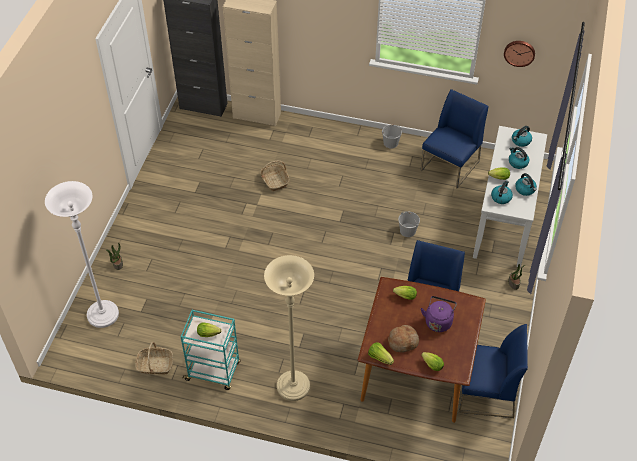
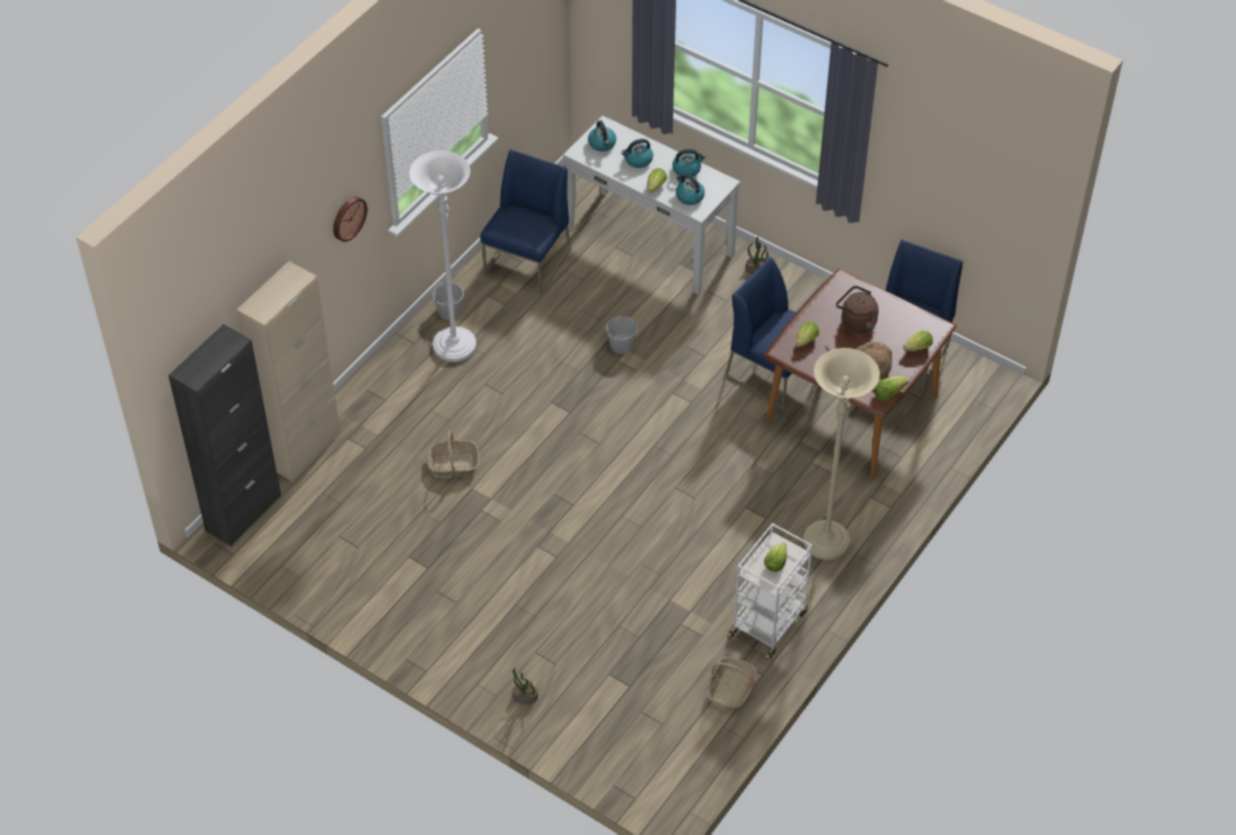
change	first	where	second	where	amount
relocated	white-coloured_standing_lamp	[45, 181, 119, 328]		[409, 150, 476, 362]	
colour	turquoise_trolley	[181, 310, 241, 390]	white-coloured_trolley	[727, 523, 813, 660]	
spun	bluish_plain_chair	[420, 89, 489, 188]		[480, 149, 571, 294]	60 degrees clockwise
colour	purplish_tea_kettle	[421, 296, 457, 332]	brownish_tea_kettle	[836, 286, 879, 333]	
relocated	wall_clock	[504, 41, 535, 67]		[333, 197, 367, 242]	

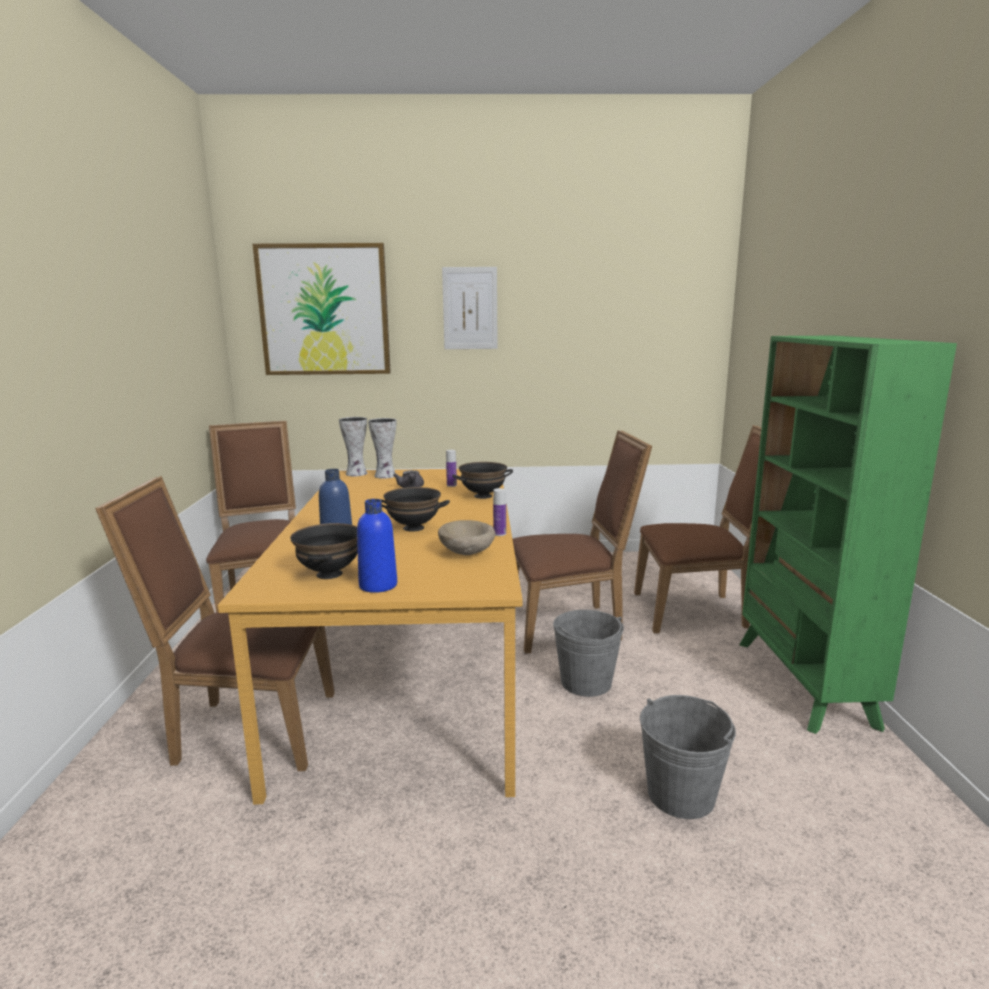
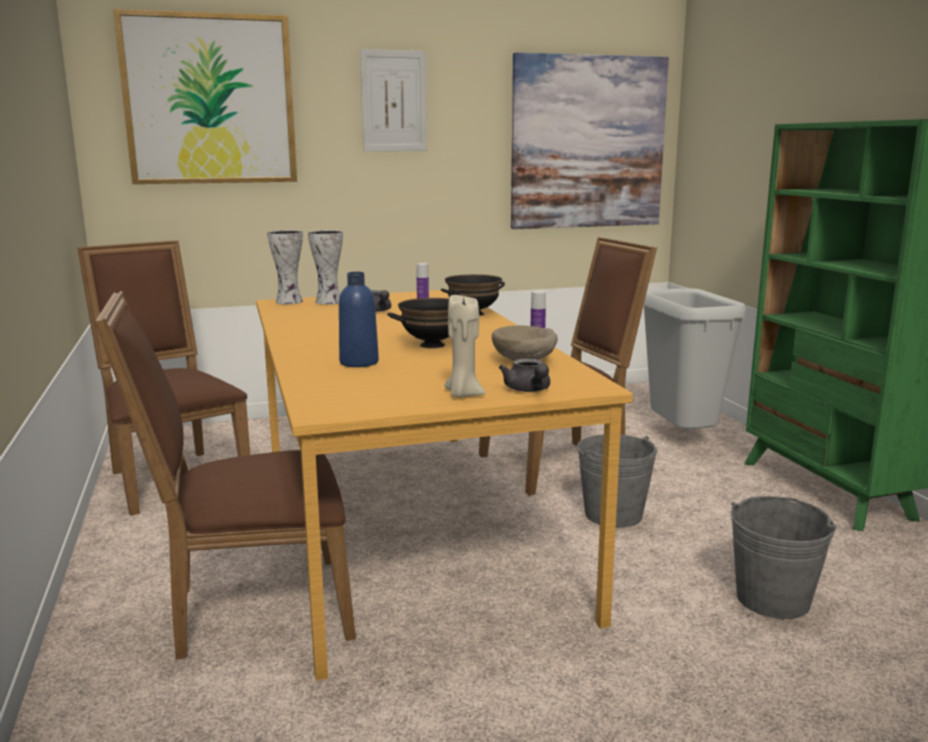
change	first	where	second	where	amount
missing	blackish_bowl	[290, 523, 358, 579]			
exchanged	bluish_drink_bottle	[357, 499, 397, 593]	sand-coloured_wax_light	[444, 295, 486, 398]	
exchanged	brownish_plain_chair	[634, 425, 761, 633]	greyish_trash_can	[644, 288, 747, 429]	
appeared			greyish_tea_pot	[499, 358, 550, 392]	
appeared			wall_picture	[511, 53, 669, 229]	

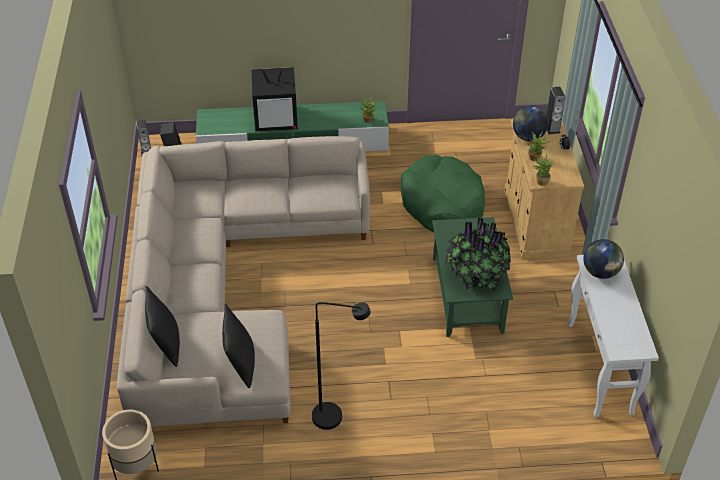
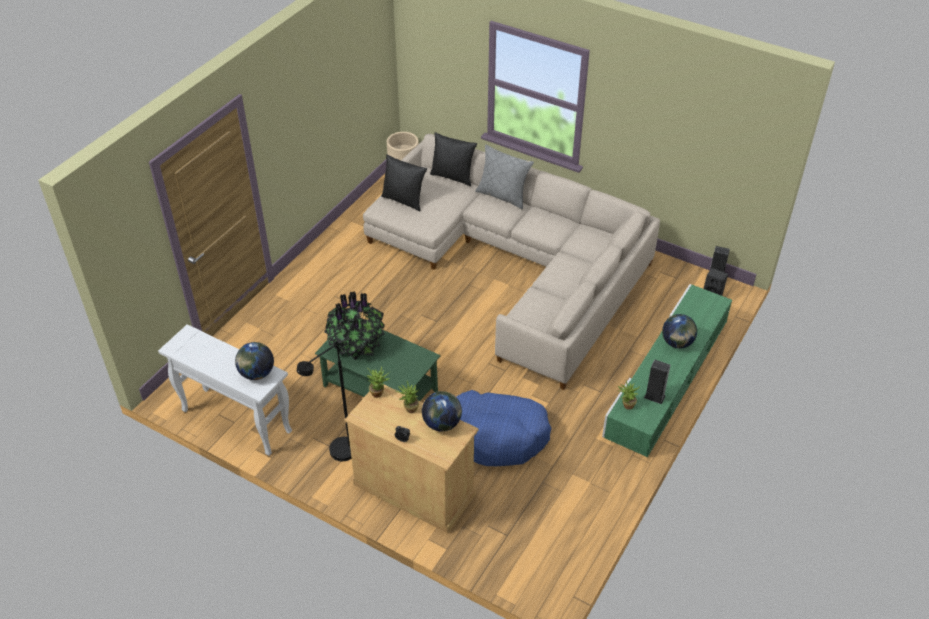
change	first	where	second	where	amount
exchanged	television	[251, 67, 298, 132]	world_globe	[662, 314, 697, 348]	
relocated	blackish_standing_lamp	[312, 302, 371, 430]		[297, 345, 352, 461]	
colour	green-coloured_dog_bed	[400, 155, 485, 233]	bluish_dog_bed	[457, 390, 551, 466]	
relocated	speaker	[546, 87, 566, 134]		[644, 360, 671, 404]	
appeared			greyish_throw_pillow	[475, 144, 534, 210]	

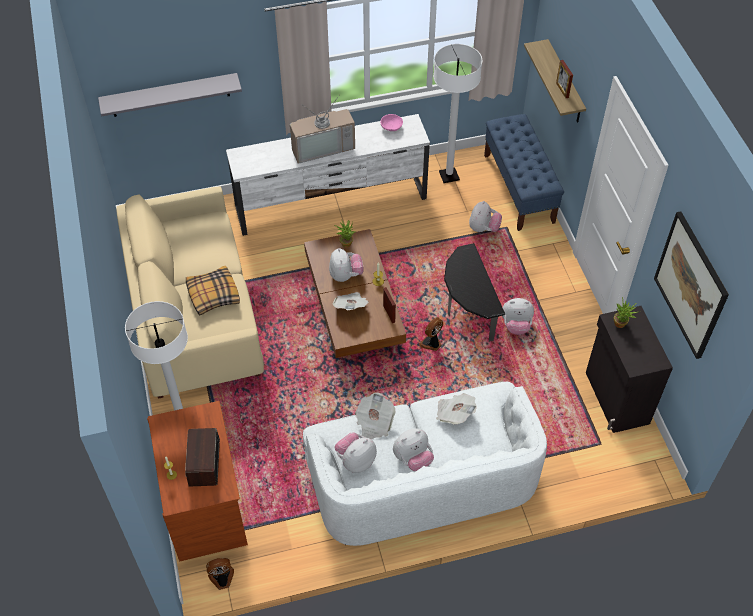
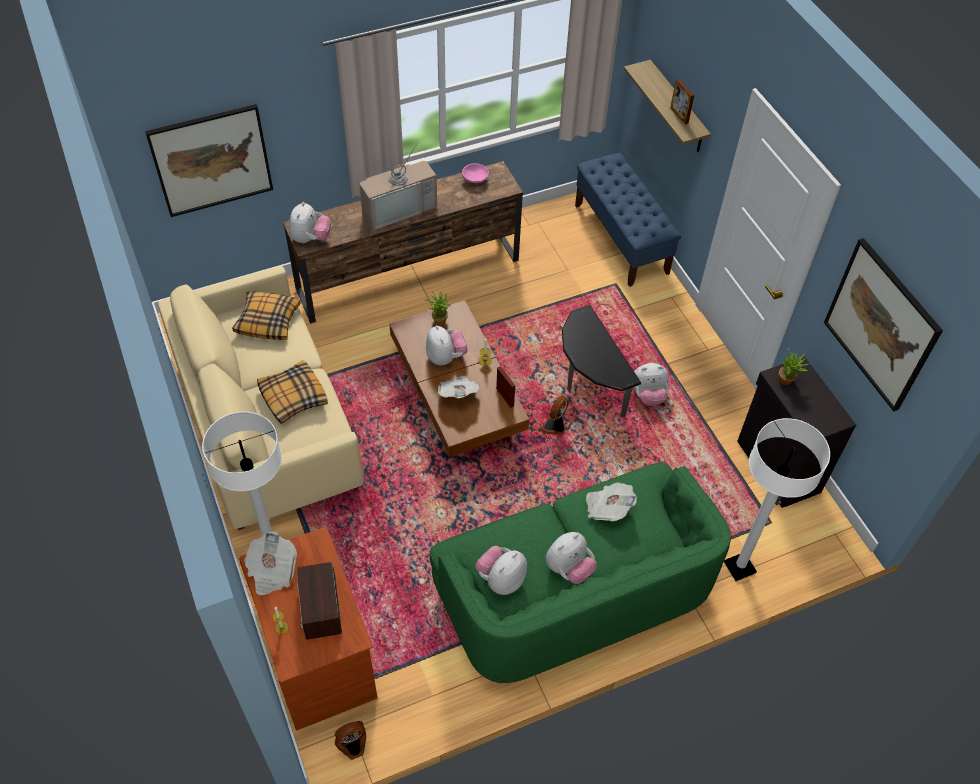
change	first	where	second	where	amount
exchanged	greyish_shelf	[98, 73, 242, 117]	wall_picture	[145, 104, 273, 217]	
colour	white-coloured_media_console	[226, 114, 430, 236]	brownish_media_console	[283, 161, 523, 323]	
colour	white-coloured_settee	[303, 382, 547, 546]	green-coloured_settee	[430, 462, 731, 683]	
relocated	printed_paper	[355, 393, 396, 439]		[244, 531, 297, 596]	
relocated	white-coloured_standing_lamp	[433, 44, 482, 183]		[724, 418, 830, 581]	
relocated	plush_toy	[469, 201, 502, 232]		[289, 202, 331, 244]	
appeared			throw_pillow	[232, 291, 301, 340]	

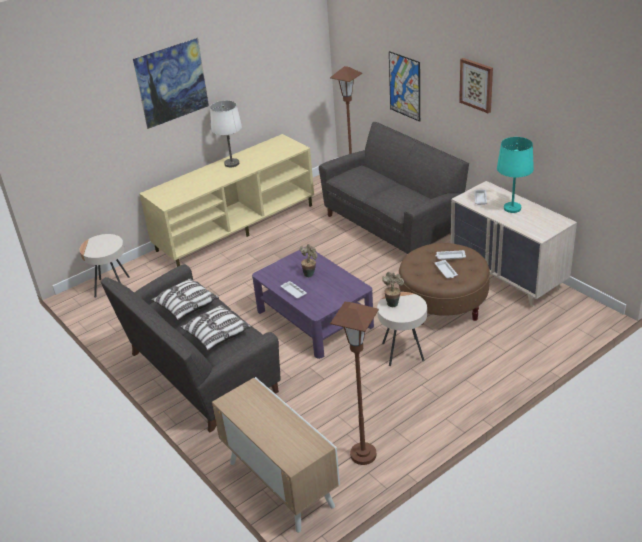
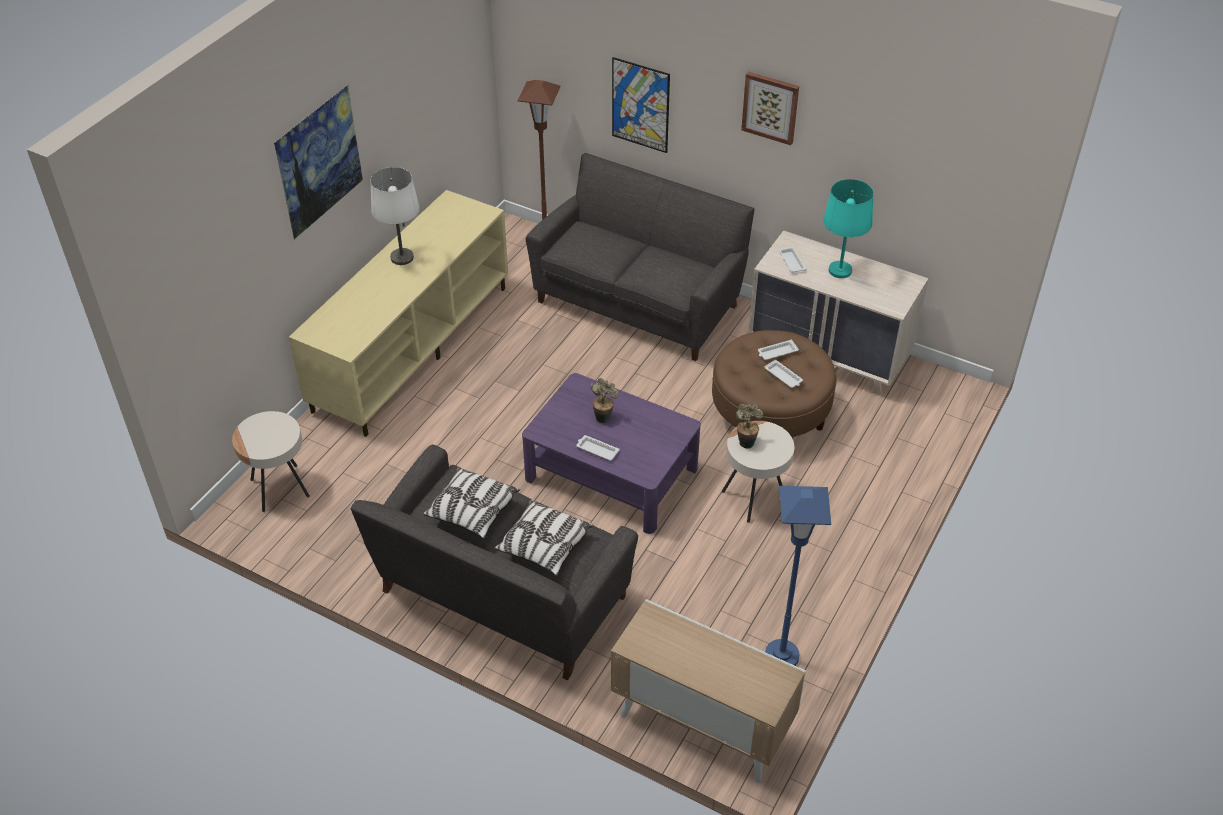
change	first	where	second	where	amount
colour	brownish_standing_lamp	[330, 302, 379, 465]	bluish_standing_lamp	[765, 486, 831, 666]	

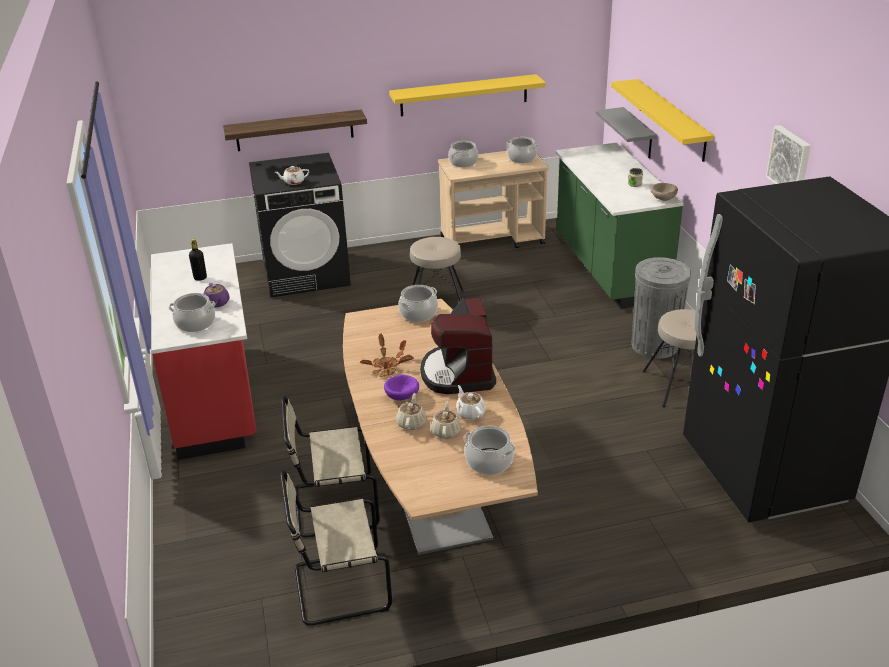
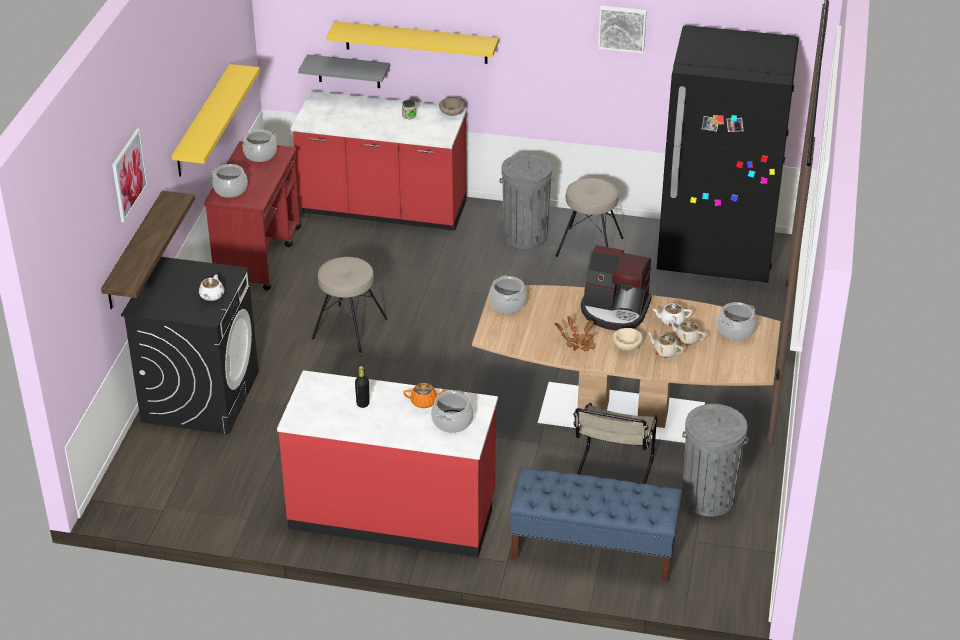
change	first	where	second	where	amount
colour	purplish_tea_pot	[204, 283, 230, 308]	orange-coloured_tea_pot	[403, 383, 447, 408]	
exchanged	sand-coloured_plain_chair	[280, 470, 392, 626]	greyish_trash_can	[682, 404, 748, 517]	
colour	purplish_bowl	[384, 374, 419, 400]	sand-coloured_bowl	[613, 328, 643, 351]	
colour	sand-coloured_trolley	[438, 151, 548, 248]	red_trolley	[204, 141, 301, 291]	
colour	green-coloured_counter	[555, 142, 684, 309]	red_counter	[291, 91, 467, 231]	
appeared			wall_picture	[112, 128, 148, 222]	
appeared			bluish_long_seat	[509, 467, 682, 582]	

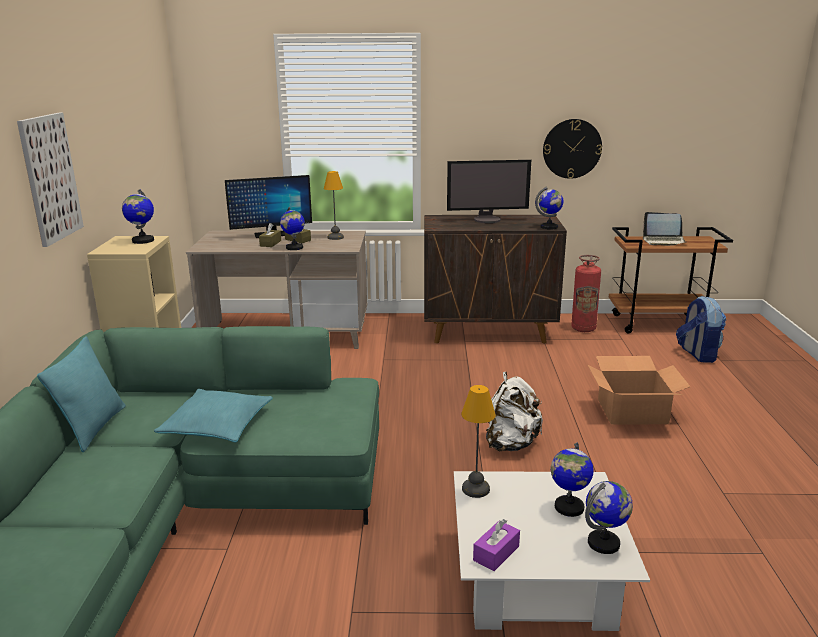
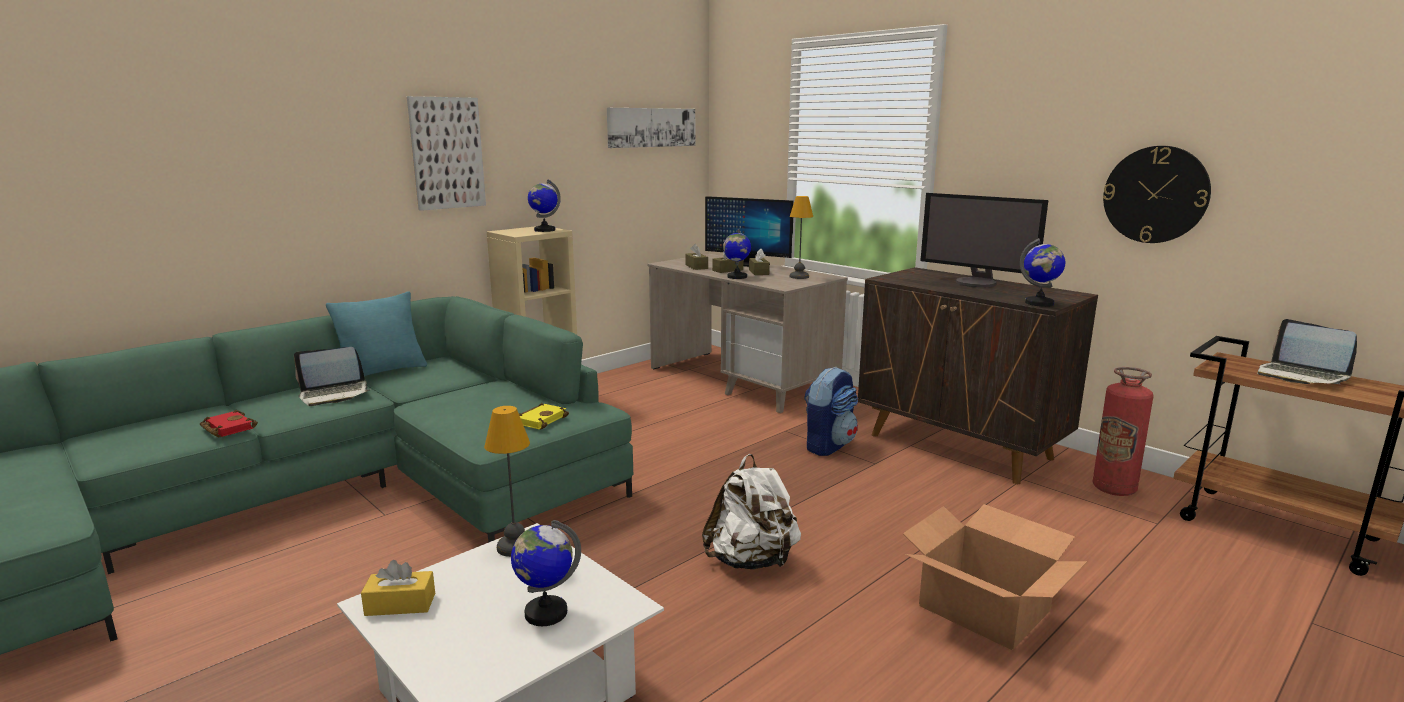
change	first	where	second	where	amount
missing	turquoise_throw_pillow	[154, 389, 273, 443]			
colour	purplish_tissue_holder	[473, 519, 520, 571]	yellowish_tissue_holder	[361, 560, 435, 616]	
missing	world_globe	[585, 481, 633, 554]			
relocated	backpack	[676, 296, 726, 363]		[804, 367, 858, 456]	
appeared			red_book	[200, 410, 258, 437]	
appeared			laptop	[294, 347, 369, 406]	
appeared			yellowish_book	[519, 403, 569, 429]	
appeared			wall_picture	[607, 108, 695, 148]	
appeared			brownish_tissue_holder	[685, 244, 708, 270]	

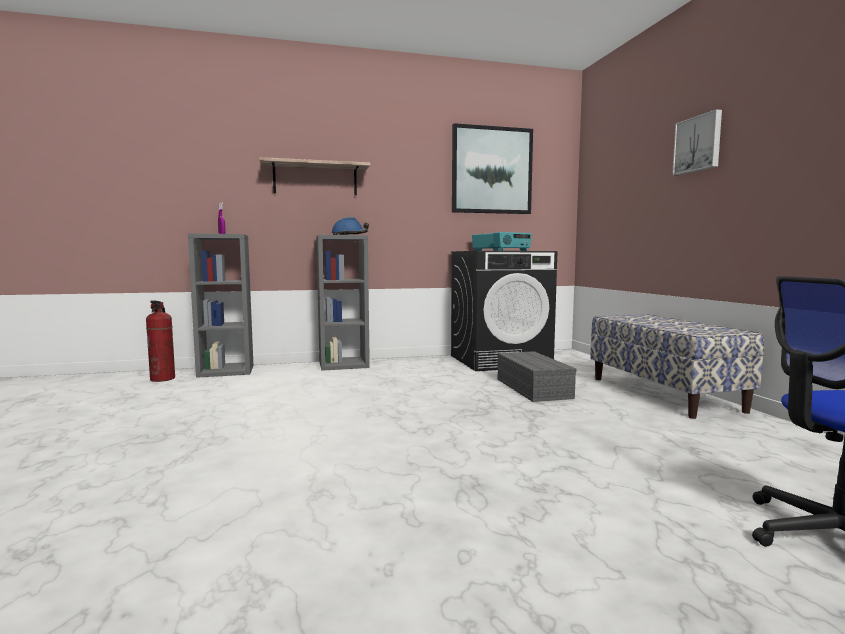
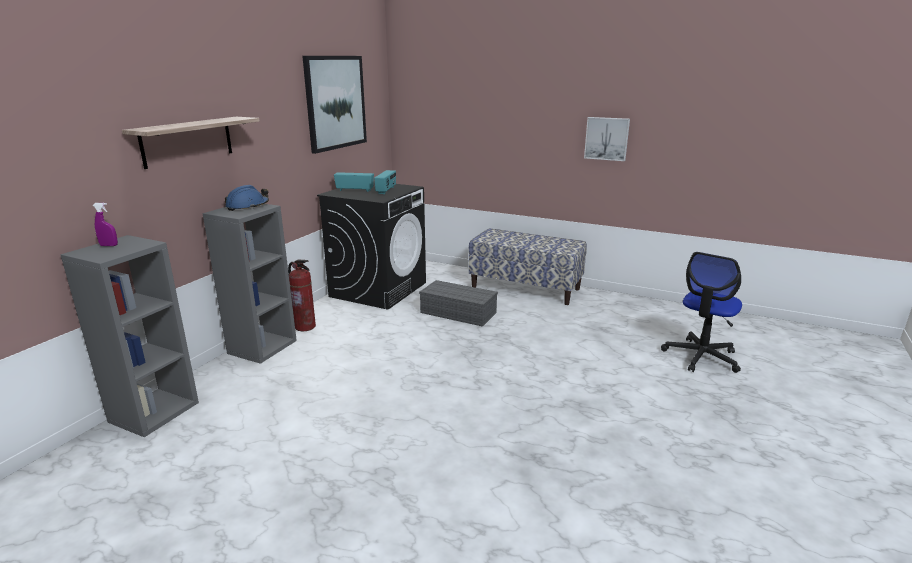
change	first	where	second	where	amount
relocated	extinguisher	[146, 300, 175, 382]		[288, 259, 316, 331]	
relocated	wall_picture	[672, 109, 722, 175]		[584, 117, 630, 161]	

